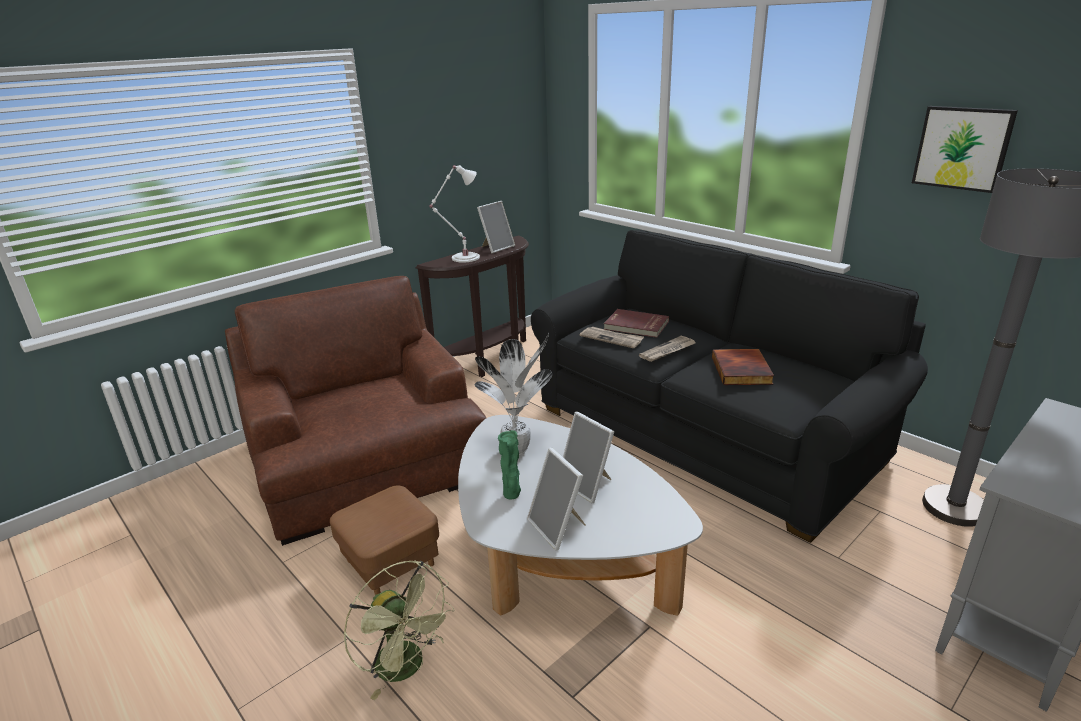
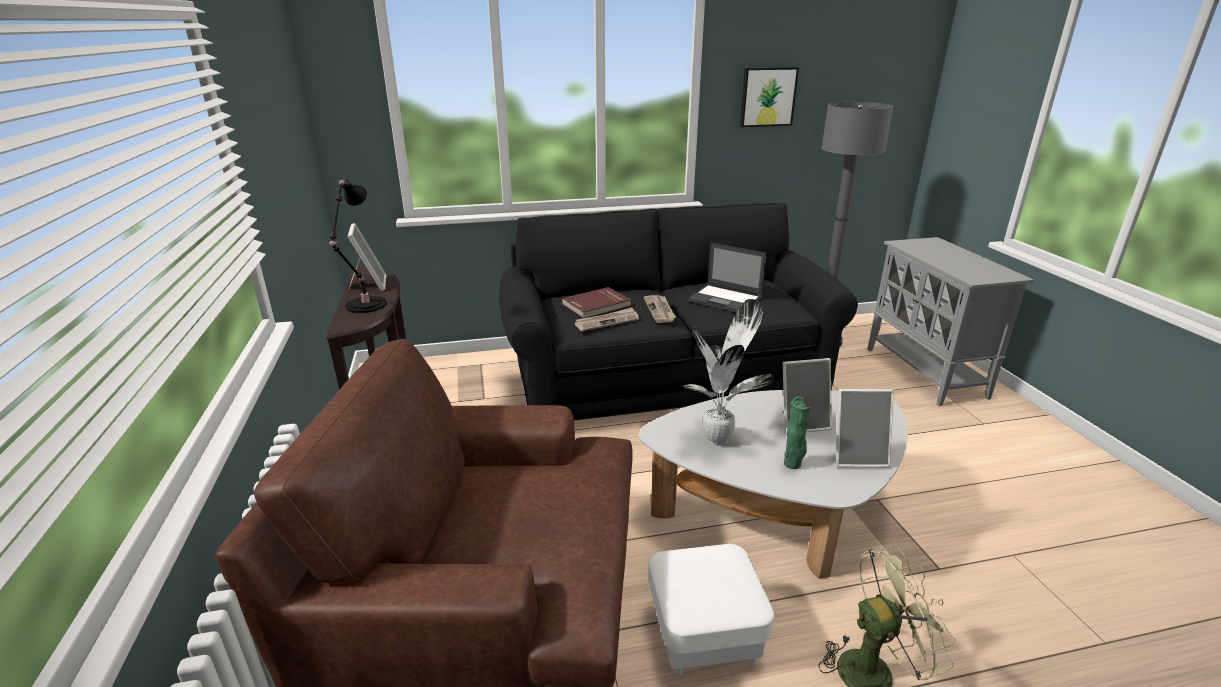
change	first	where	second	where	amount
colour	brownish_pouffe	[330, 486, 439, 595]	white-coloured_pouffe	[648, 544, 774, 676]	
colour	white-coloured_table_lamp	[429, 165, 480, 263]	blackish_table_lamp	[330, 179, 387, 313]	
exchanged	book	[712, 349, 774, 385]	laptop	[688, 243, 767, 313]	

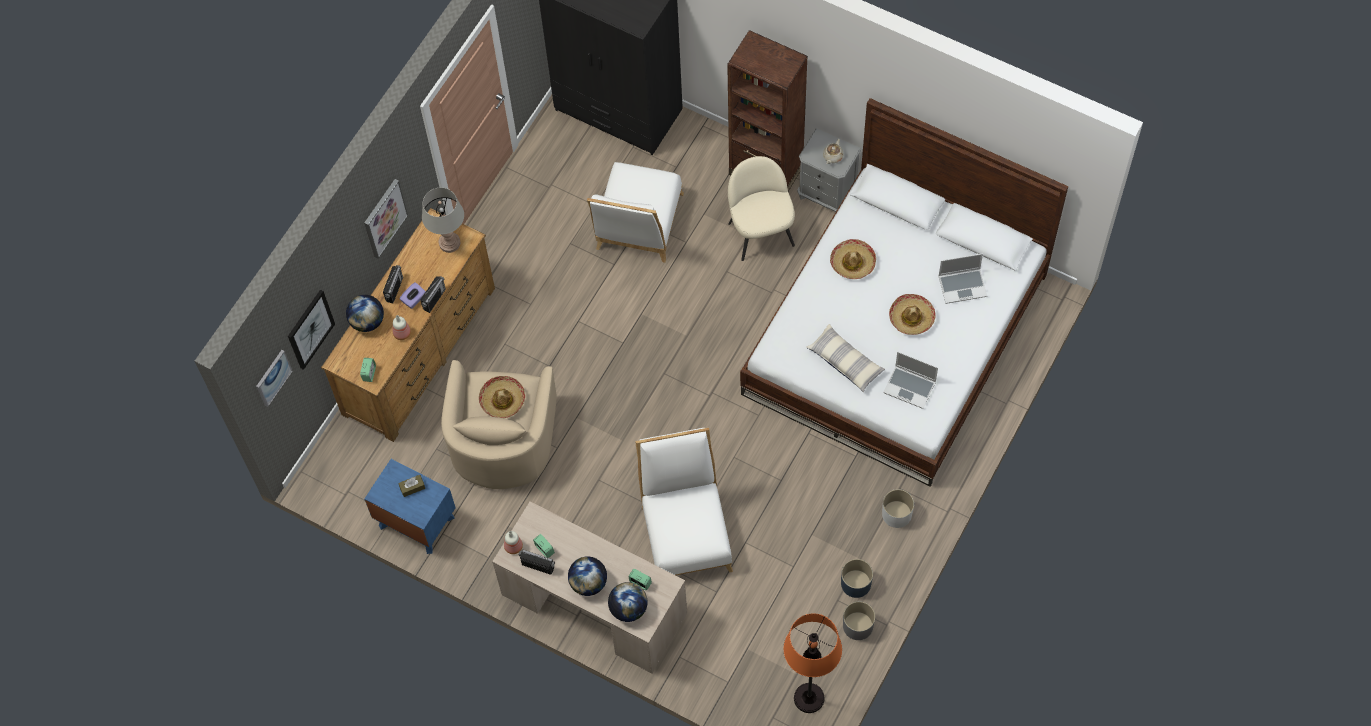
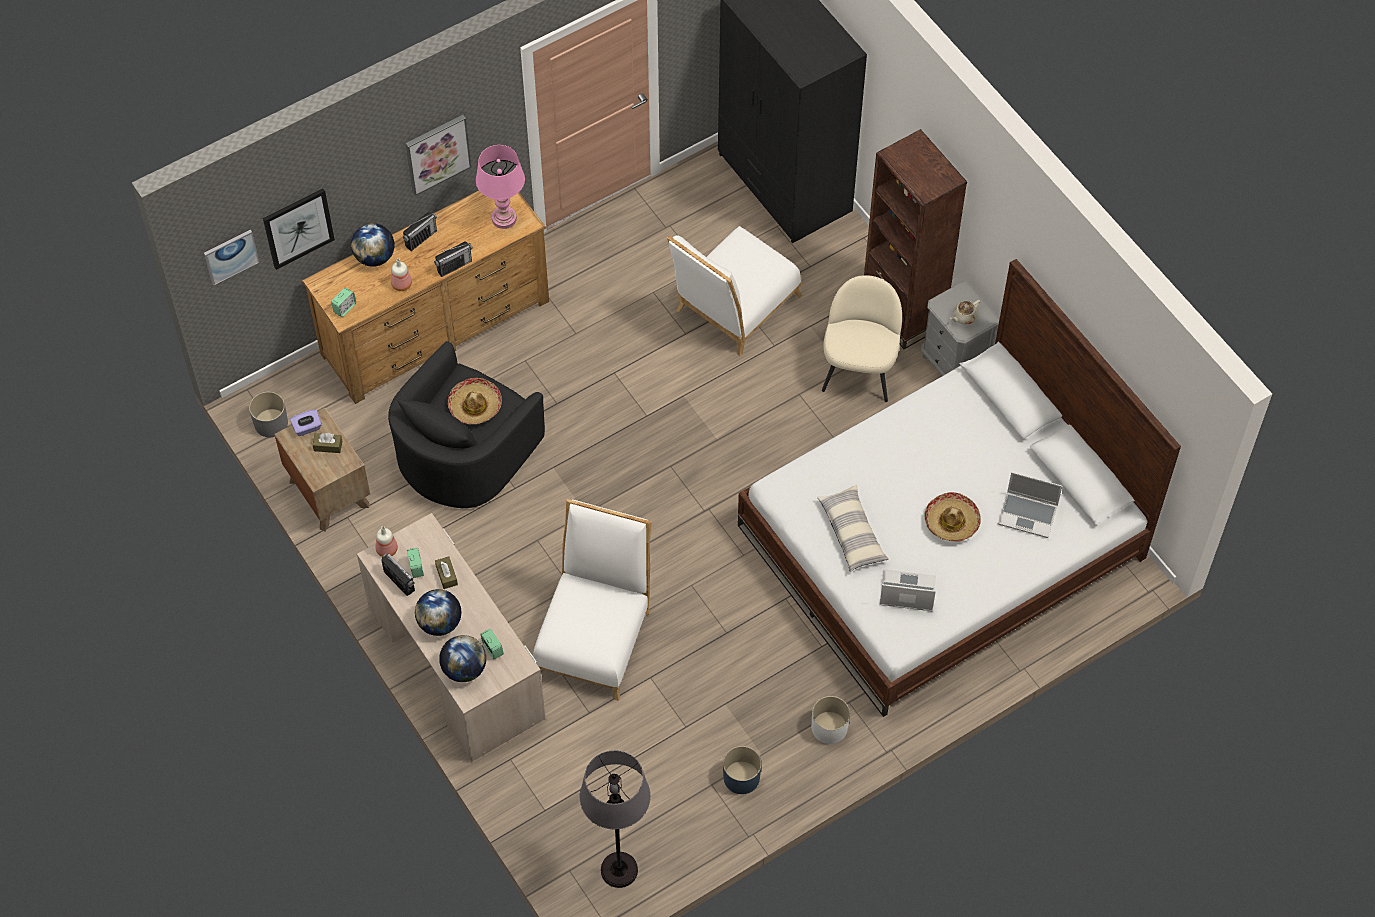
change	first	where	second	where	amount
colour	bluish_nightstand	[365, 459, 456, 554]	brownish_nightstand	[274, 408, 370, 532]	
relocated	purplish_tissue_holder	[399, 282, 426, 309]		[290, 410, 322, 436]	
colour	greyish_table_lamp	[422, 187, 464, 253]	pink-coloured_table_lamp	[476, 145, 525, 229]	
colour	sand-coloured_easy_chair	[441, 360, 557, 489]	blackish_easy_chair	[388, 341, 545, 508]	
colour	orange-coloured_standing_lamp	[784, 613, 842, 713]	greyish_standing_lamp	[580, 750, 651, 888]	
missing	clothing_hat	[830, 239, 876, 279]			
relocated	greyish_plant_pot	[843, 601, 875, 640]		[249, 391, 288, 437]	
spun	laptop	[883, 352, 938, 409]		[880, 569, 936, 611]	135 degrees clockwise
appeared			brownish_tissue_holder	[435, 556, 458, 589]	

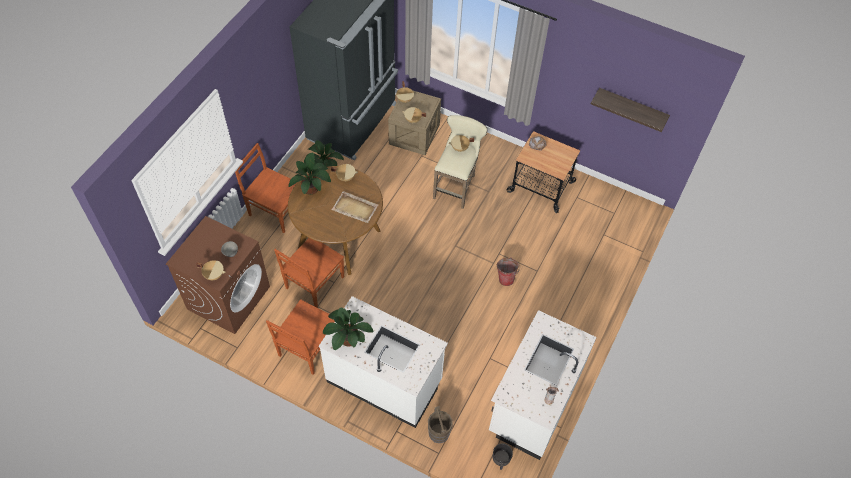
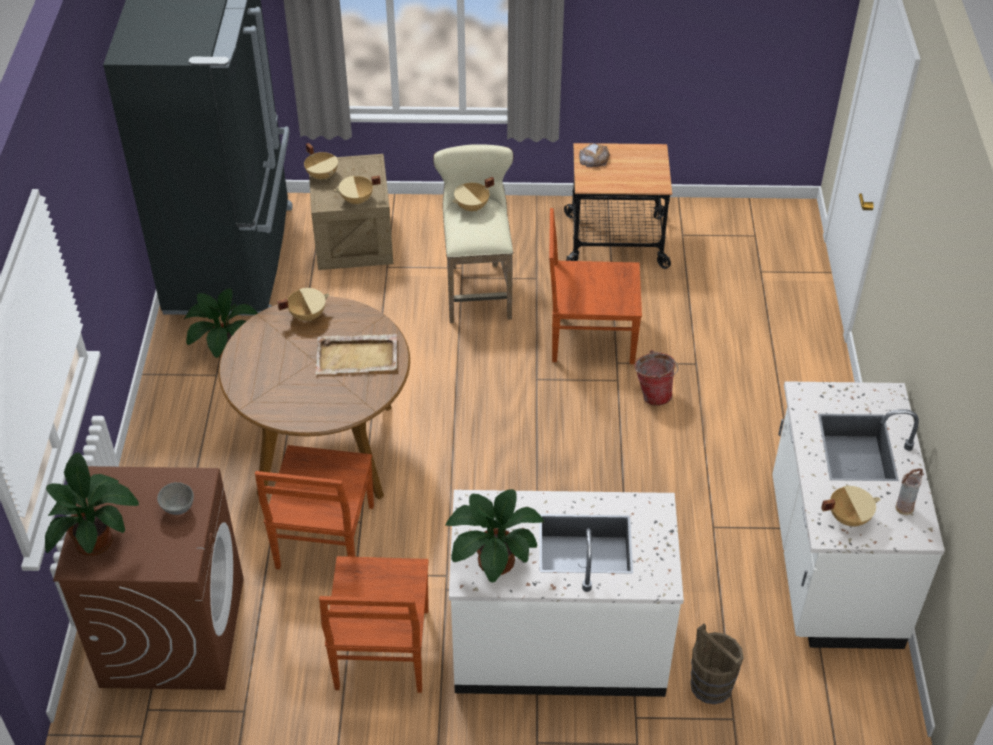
change	first	where	second	where	amount
relocated	sand-coloured_stockpot	[196, 260, 226, 280]		[821, 486, 880, 526]	
relocated	brownish_plain_chair	[235, 143, 298, 233]		[549, 208, 642, 364]	
relocated	houseplant	[288, 152, 331, 195]		[45, 452, 139, 556]	
missing	blackish_plant_pot	[493, 443, 513, 470]			
missing	shelf	[591, 88, 670, 132]			

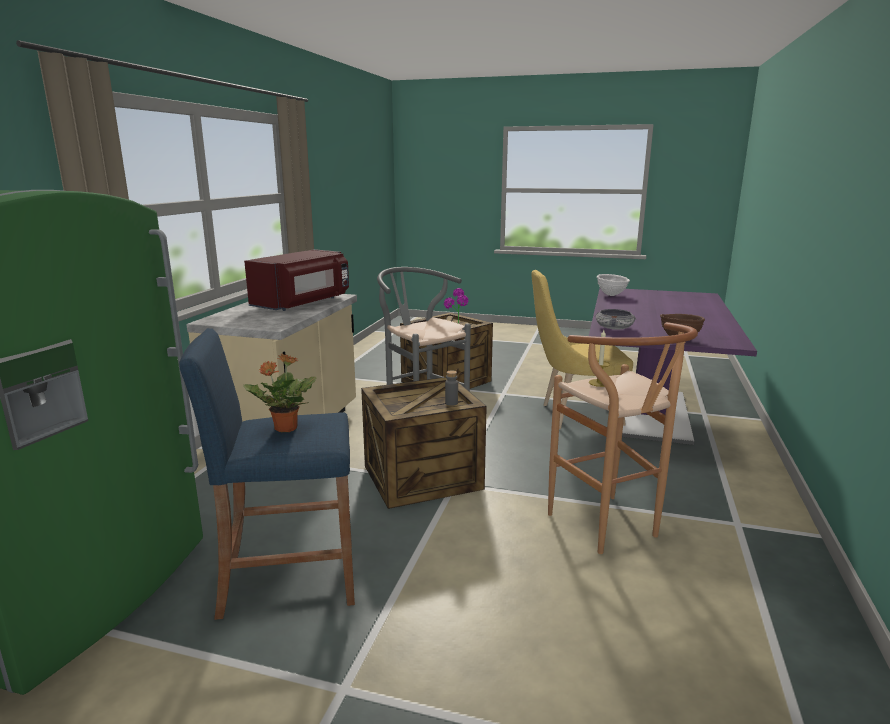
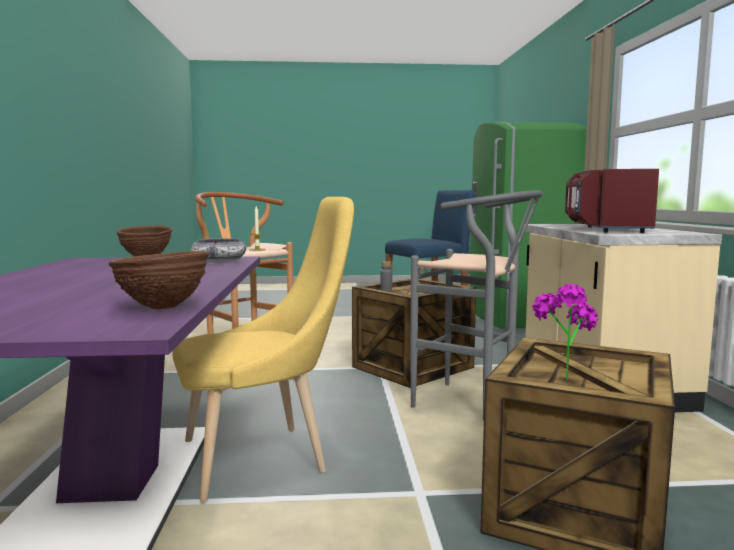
change	first	where	second	where	amount
missing	houseplant	[243, 354, 316, 433]			
colour	white-coloured_bowl	[597, 274, 630, 296]	brownish_bowl	[108, 251, 209, 309]	

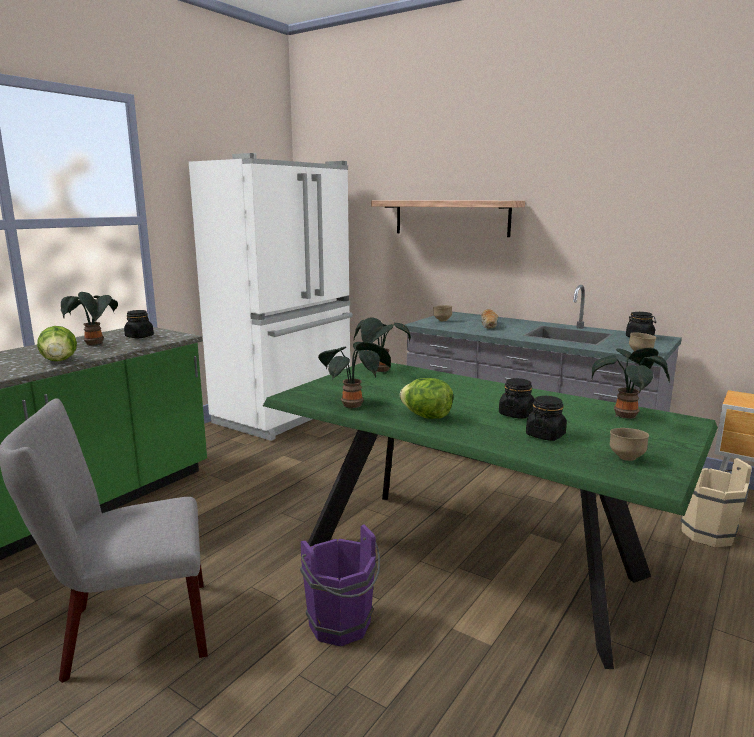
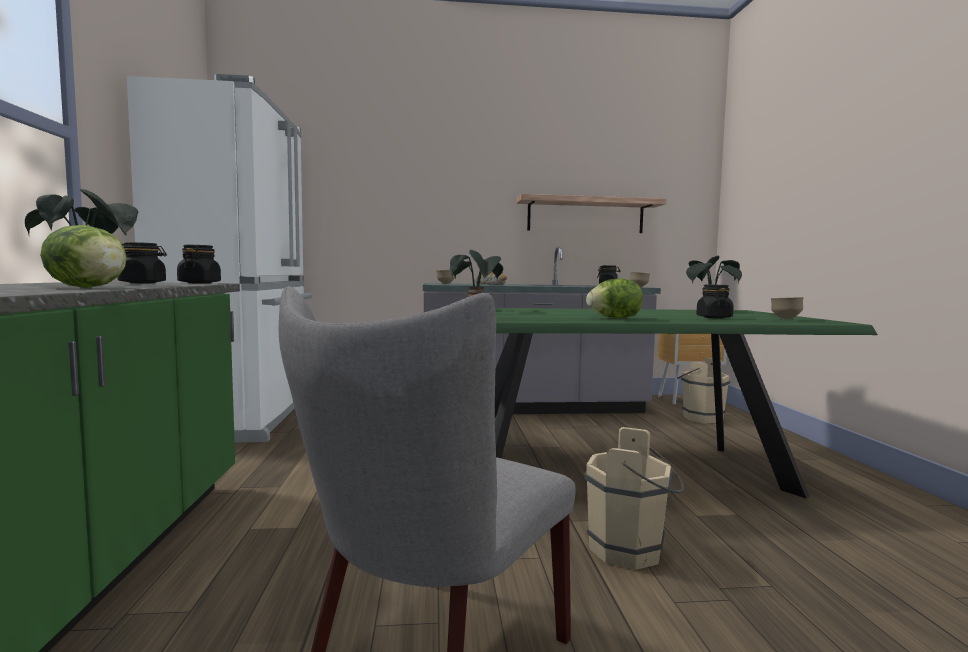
change	first	where	second	where	amount
colour	purplish_water_bucket	[300, 524, 380, 646]	sand-coloured_water_bucket	[584, 427, 685, 570]	
missing	houseplant	[318, 342, 391, 408]			
relocated	shelf	[371, 201, 525, 237]		[516, 194, 667, 233]	
relocated	blackish_preserve_jar	[499, 378, 535, 419]		[177, 245, 221, 283]	

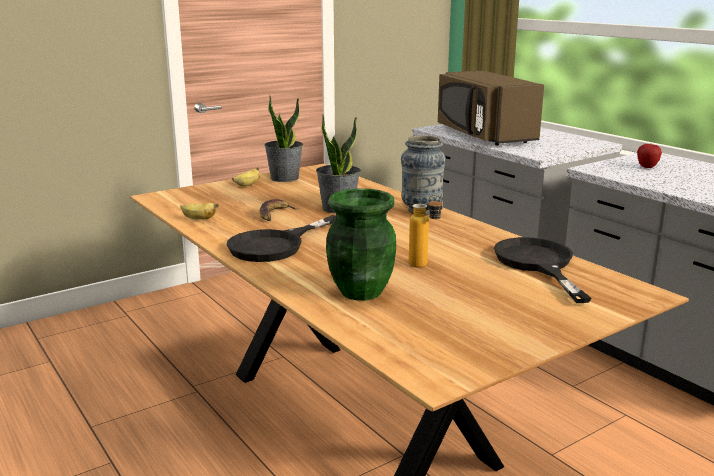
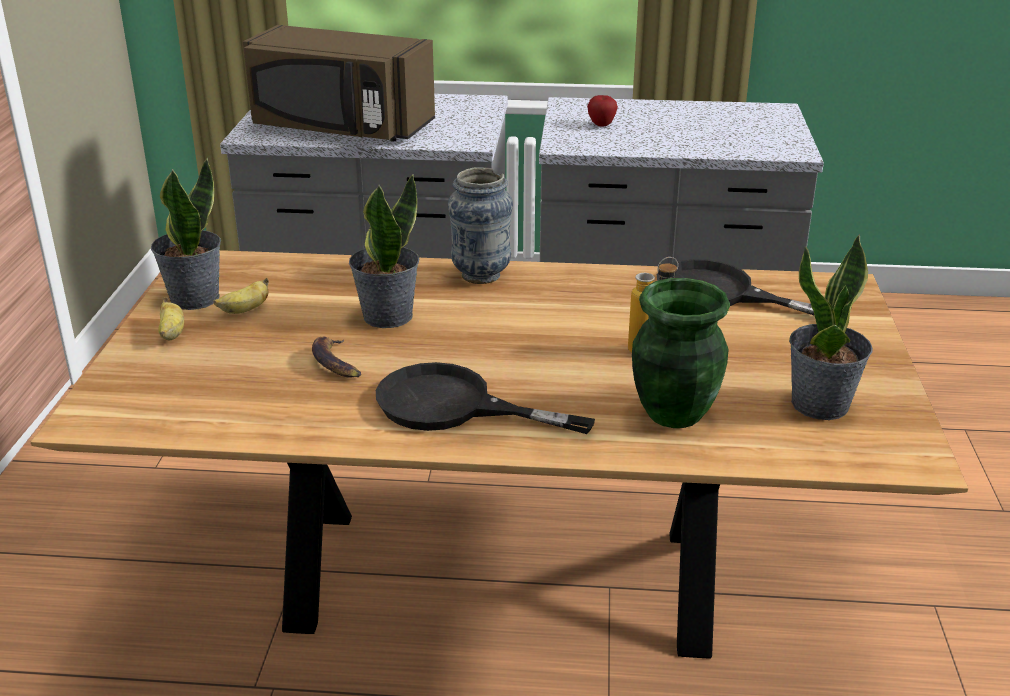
change	first	where	second	where	amount
relocated	banana	[180, 203, 219, 219]		[213, 278, 269, 314]	
spun	blackish_frying_pan	[227, 215, 336, 262]		[376, 362, 595, 434]	120 degrees clockwise
appeared			houseplant	[789, 234, 873, 420]	

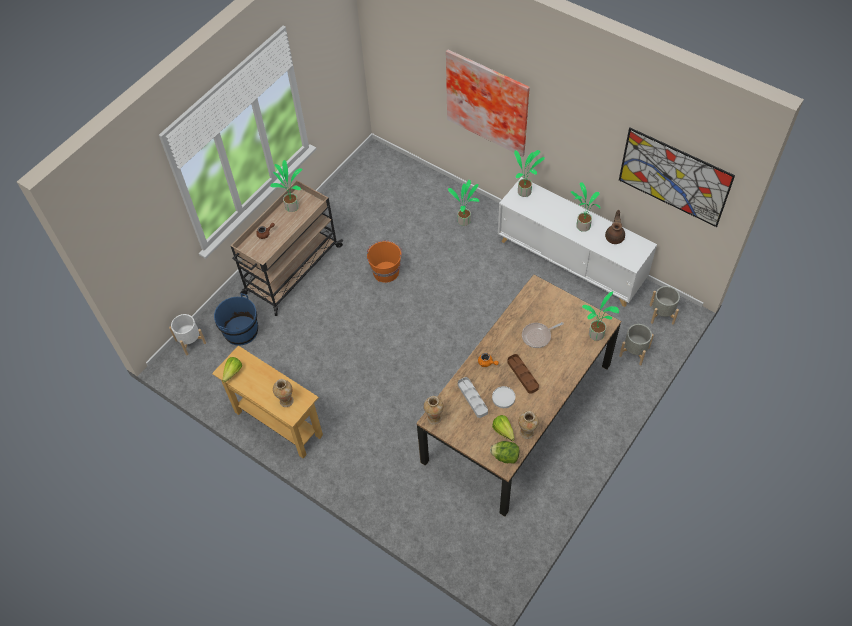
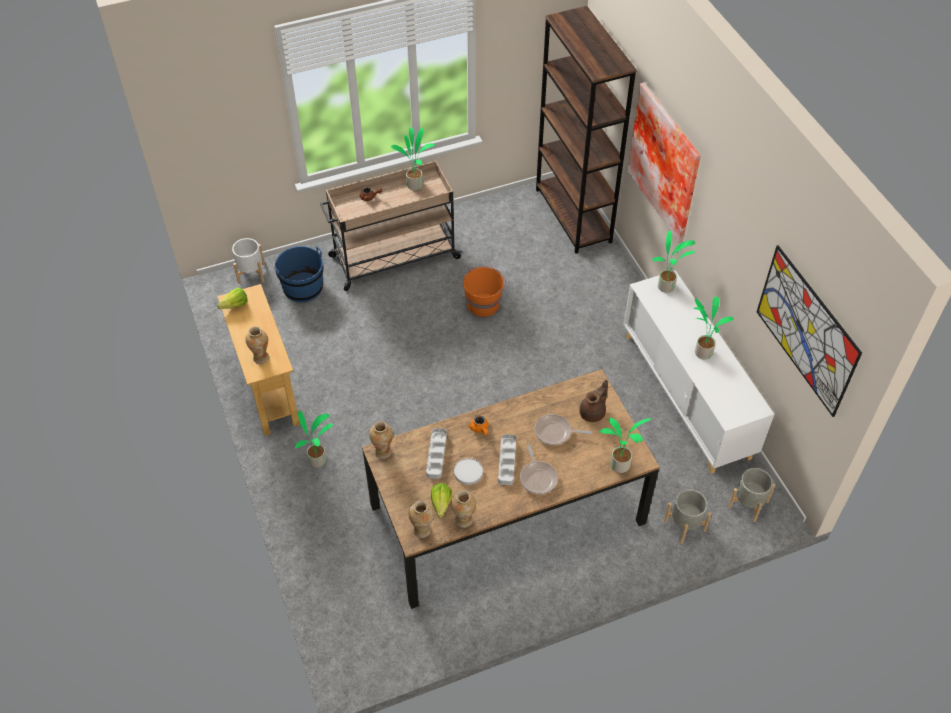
change	first	where	second	where	amount
relocated	houseplant	[448, 180, 479, 226]		[295, 411, 333, 467]	
exchanged	lettuce	[490, 441, 519, 464]	vase	[409, 500, 434, 538]	
colour	brownish_carrying_tray	[507, 354, 539, 394]	greyish_carrying_tray	[498, 434, 516, 485]	
relocated	brownish_tea_pot	[605, 210, 625, 244]		[579, 380, 608, 422]	
appeared			frying_pan	[520, 444, 558, 494]	
appeared			brownish_shelving_unit	[536, 6, 637, 254]	

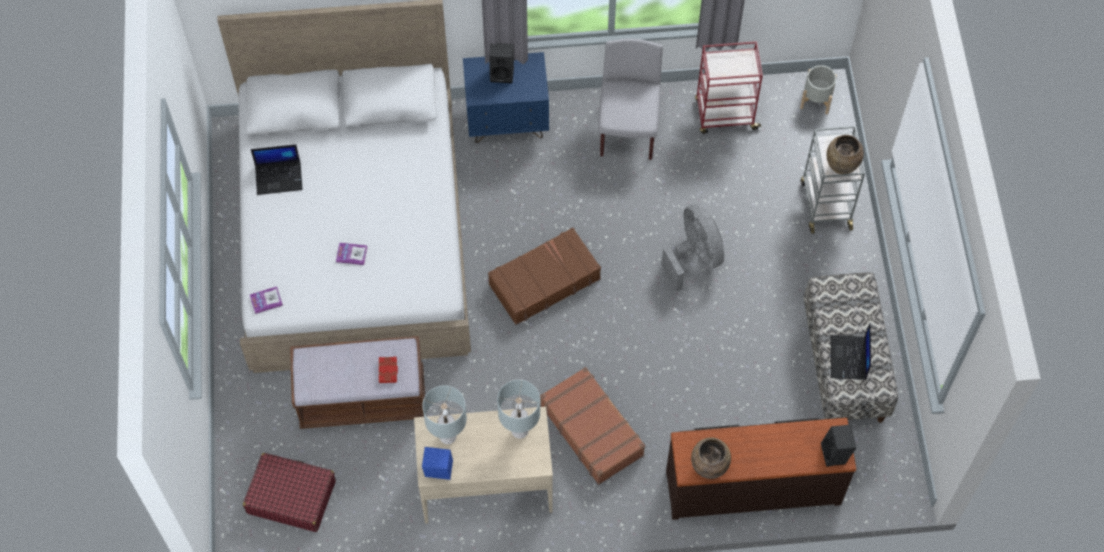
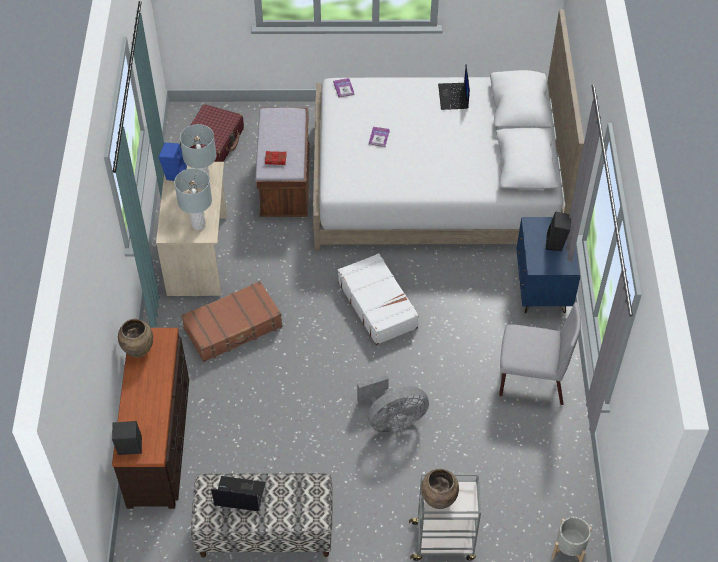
change	first	where	second	where	amount
colour	brownish_piece_of_luggage	[488, 227, 601, 325]	white-coloured_piece_of_luggage	[338, 253, 419, 345]	
missing	red_trolley	[695, 41, 763, 134]			

